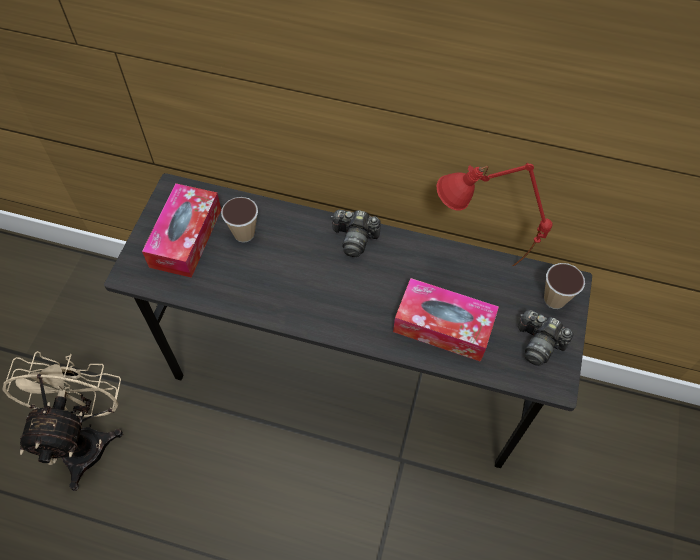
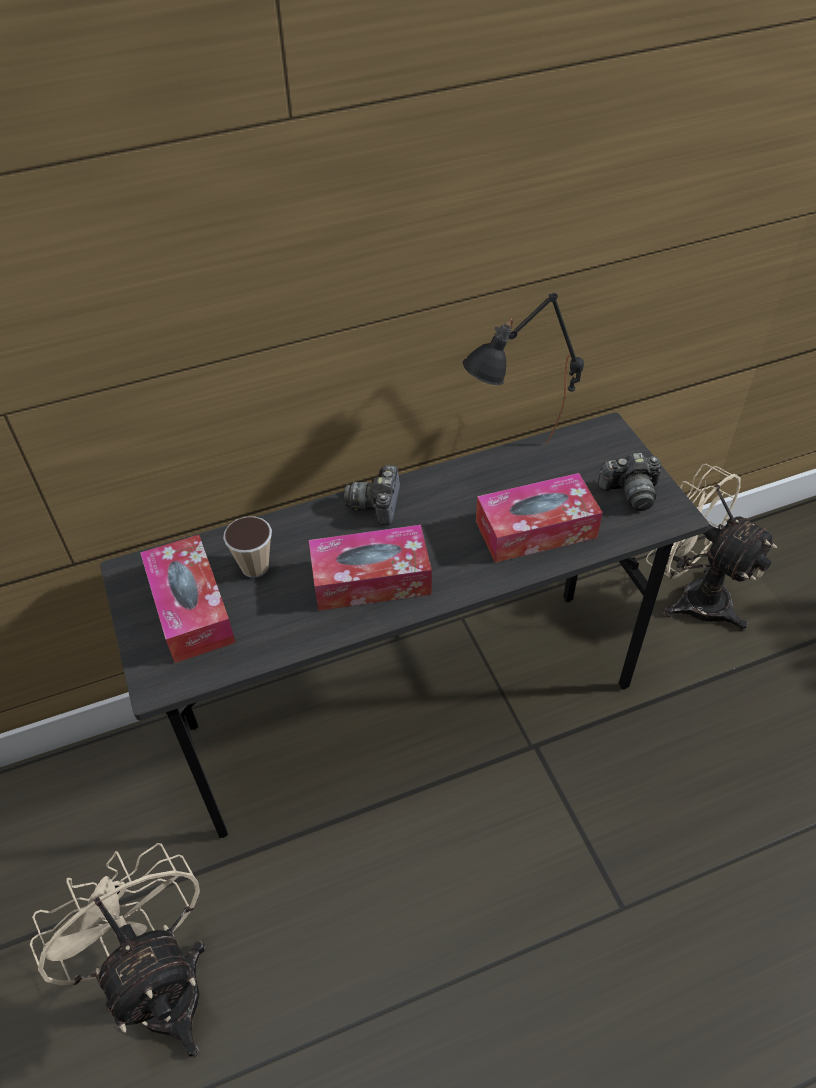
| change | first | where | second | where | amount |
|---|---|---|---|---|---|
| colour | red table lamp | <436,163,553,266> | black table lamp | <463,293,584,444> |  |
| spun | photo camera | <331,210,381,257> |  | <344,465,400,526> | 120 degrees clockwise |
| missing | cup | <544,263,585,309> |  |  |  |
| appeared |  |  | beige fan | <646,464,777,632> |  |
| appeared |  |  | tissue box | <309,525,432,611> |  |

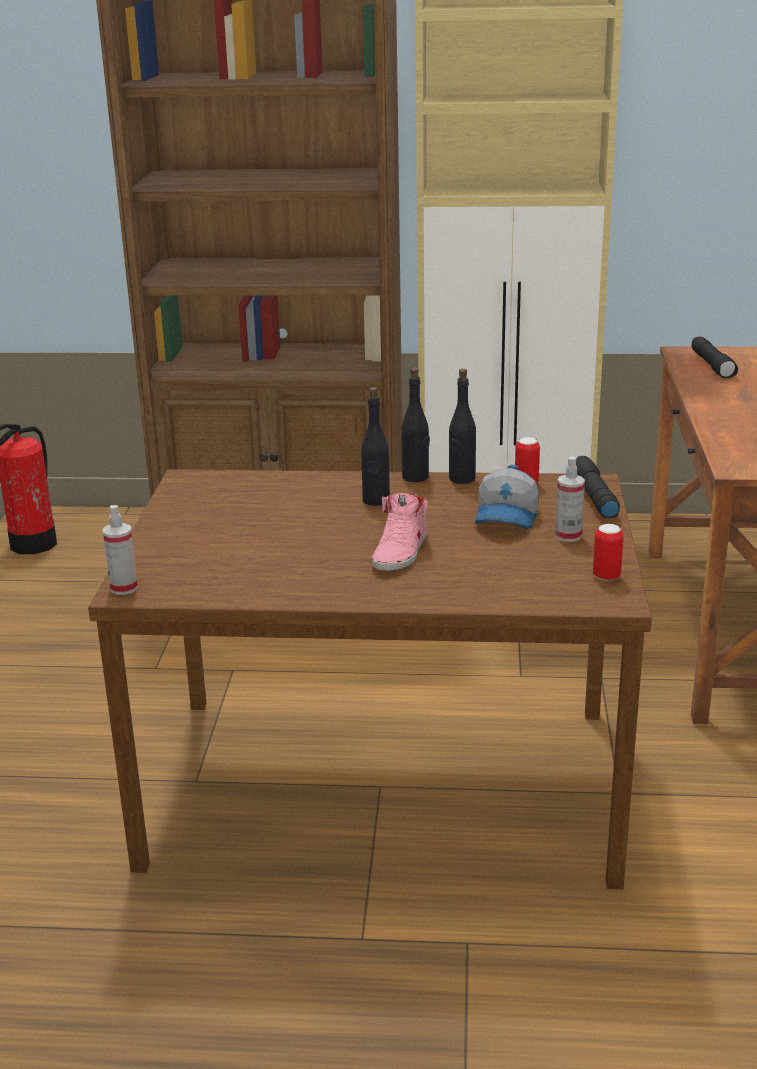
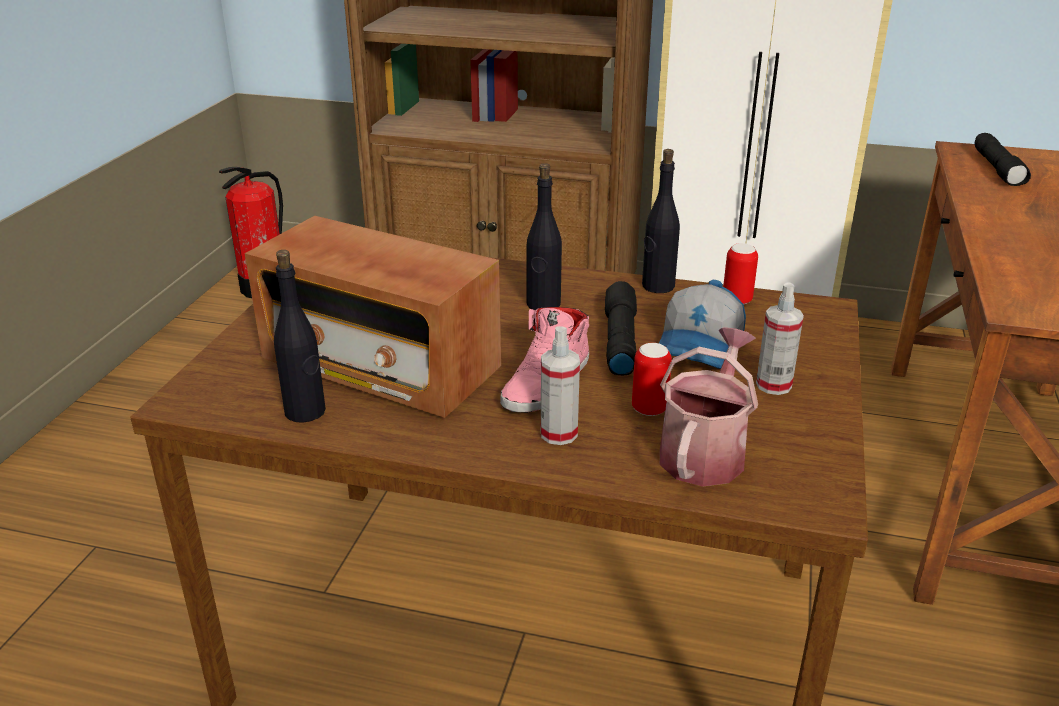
| change | first | where | second | where | amount |
|---|---|---|---|---|---|
| relocated | black bottle | <401,367,430,482> |  | <274,250,326,423> |  |
| relocated | black flashlight | <576,456,620,518> |  | <605,281,637,375> |  |
| relocated | spray bottle | <103,505,138,595> |  | <541,326,580,445> |  |
| relocated | can | <593,524,624,581> |  | <632,343,672,416> |  |
| appeared |  |  | radio | <245,216,501,418> |  |
| appeared |  |  | watering can | <660,327,758,487> |  |

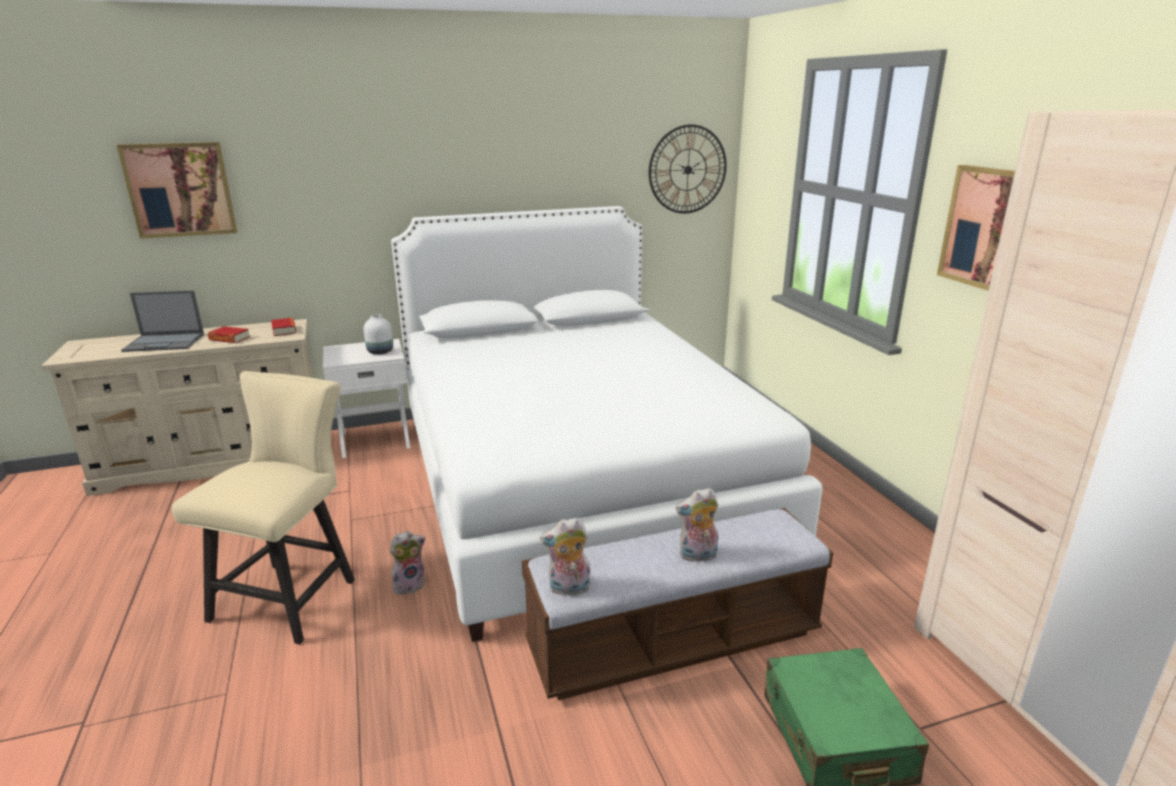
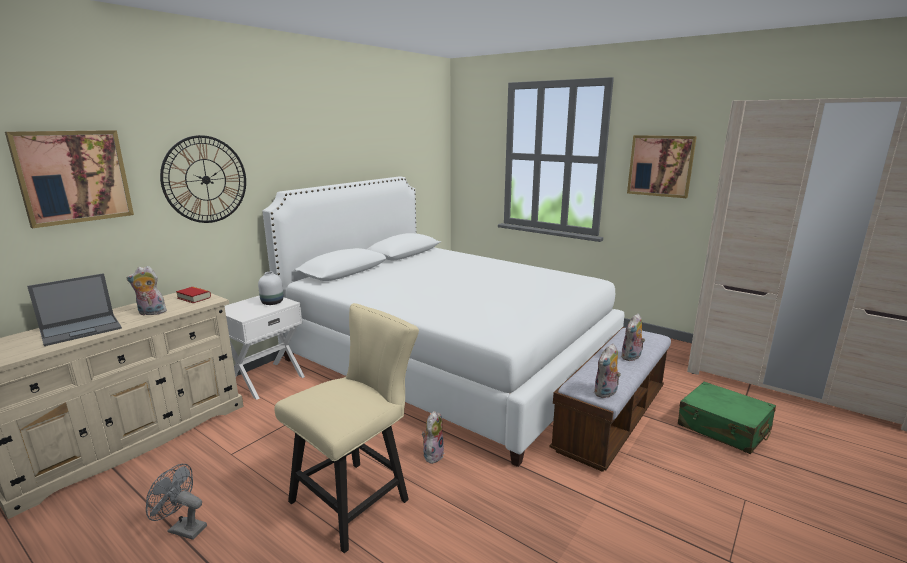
| change | first | where | second | where | amount |
|---|---|---|---|---|---|
| relocated | wall clock | <649,124,727,214> |  | <160,135,246,223> |  |
| exchanged | book | <208,326,250,343> | plush toy | <127,266,170,315> |  |
| spun | beige chair | <172,371,355,645> |  | <274,303,419,553> | 60 degrees clockwise |
| appeared |  |  | grey fan | <146,464,207,540> |  |

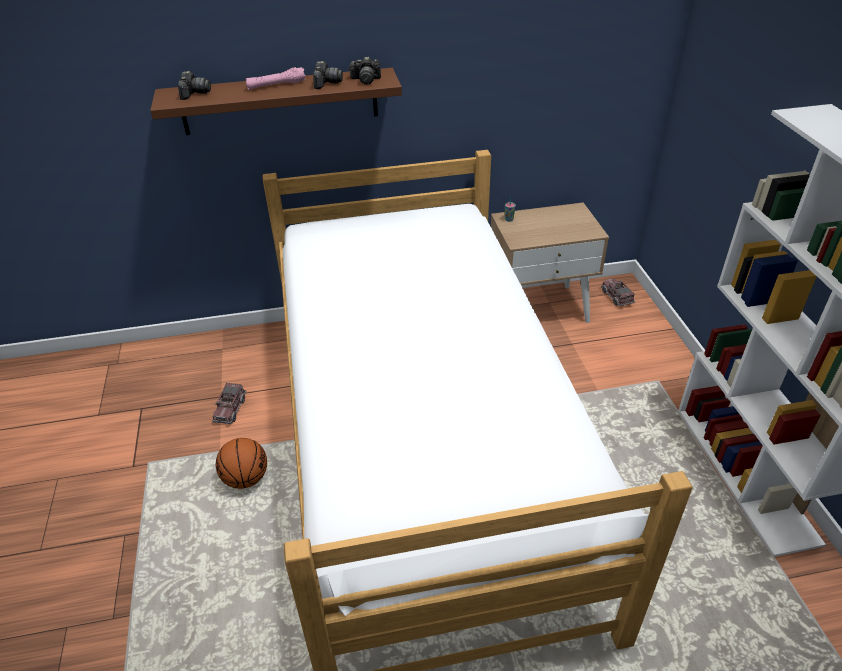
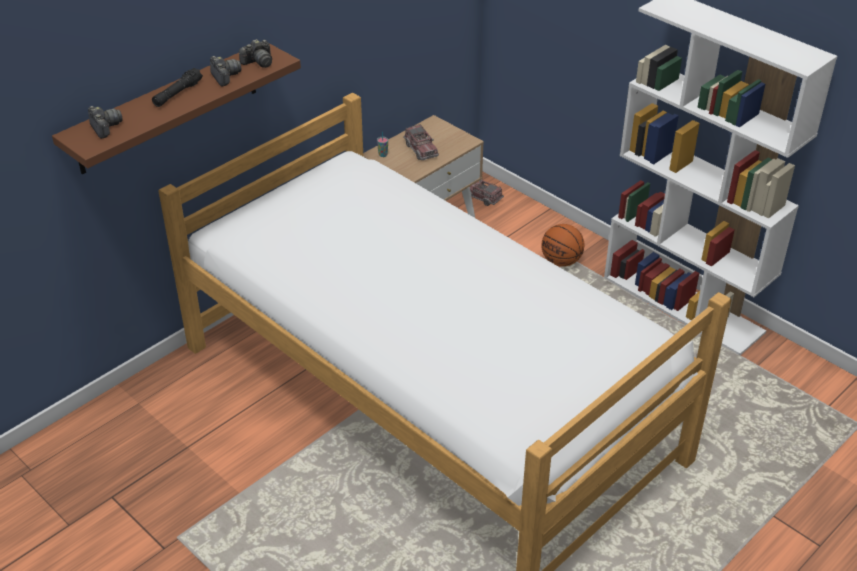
| change | first | where | second | where | amount |
|---|---|---|---|---|---|
| colour | pink flashlight | <245,67,306,90> | black flashlight | <152,68,203,107> |  |
| relocated | toy truck | <212,383,247,424> |  | <403,124,439,160> |  |
| relocated | basketball | <216,438,267,489> |  | <541,224,584,267> |  |

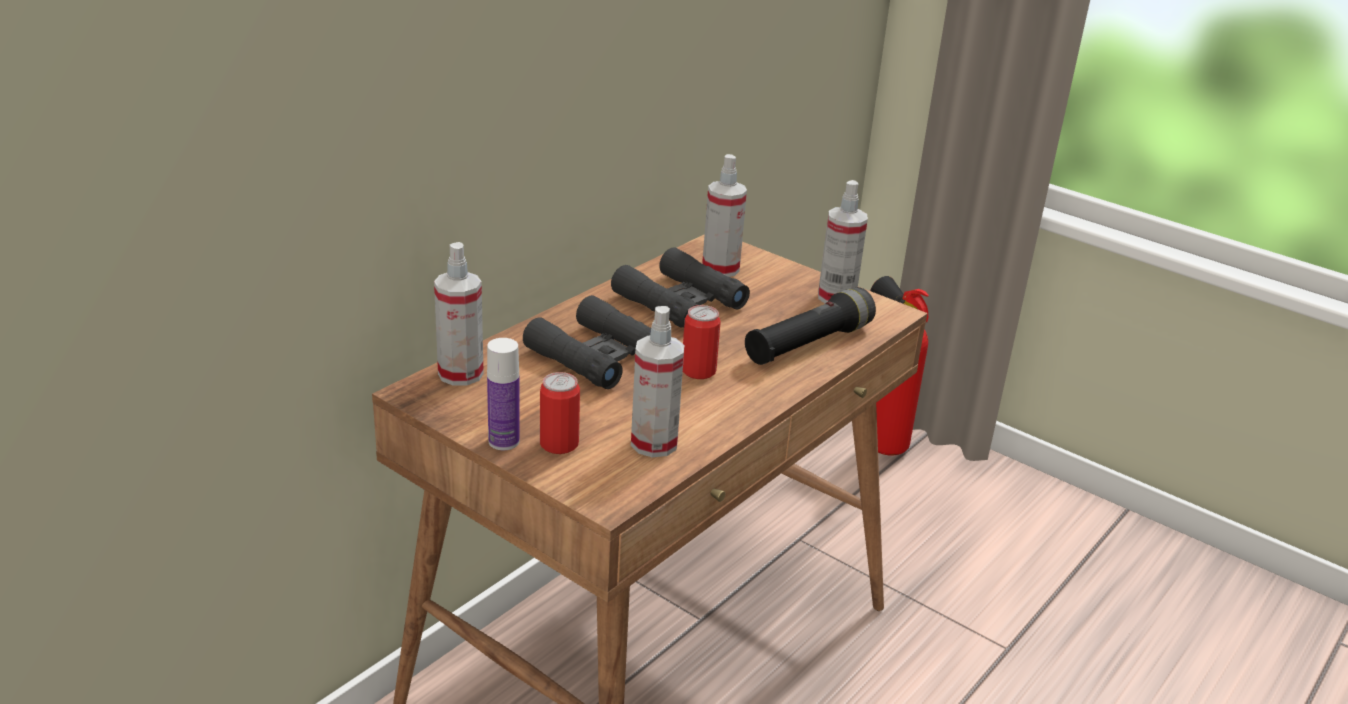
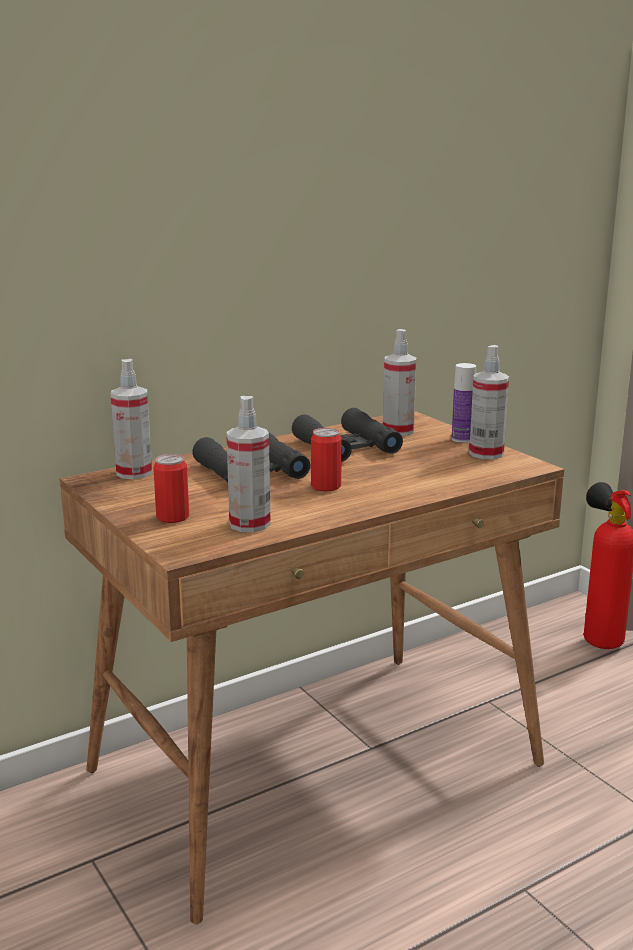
| change | first | where | second | where | amount |
|---|---|---|---|---|---|
| missing | black flashlight | <745,287,876,365> |  |  |  |
| relocated | bottle | <487,338,520,450> |  | <452,363,476,443> |  |

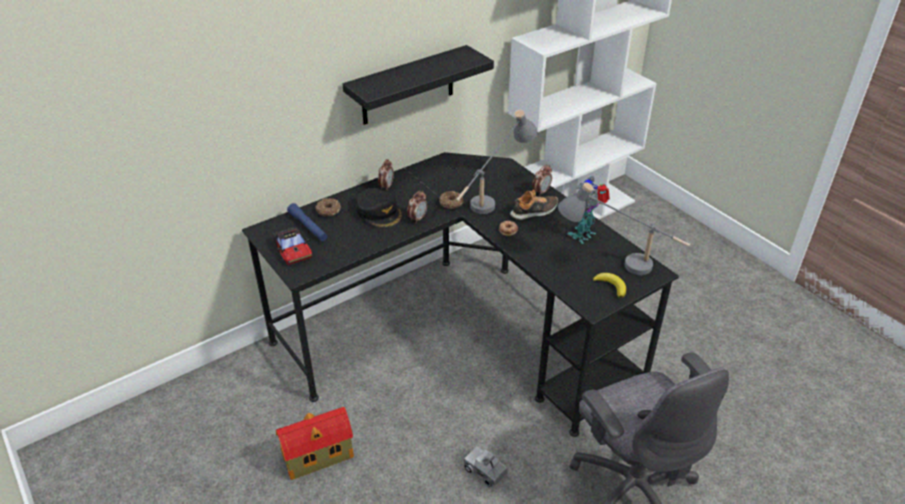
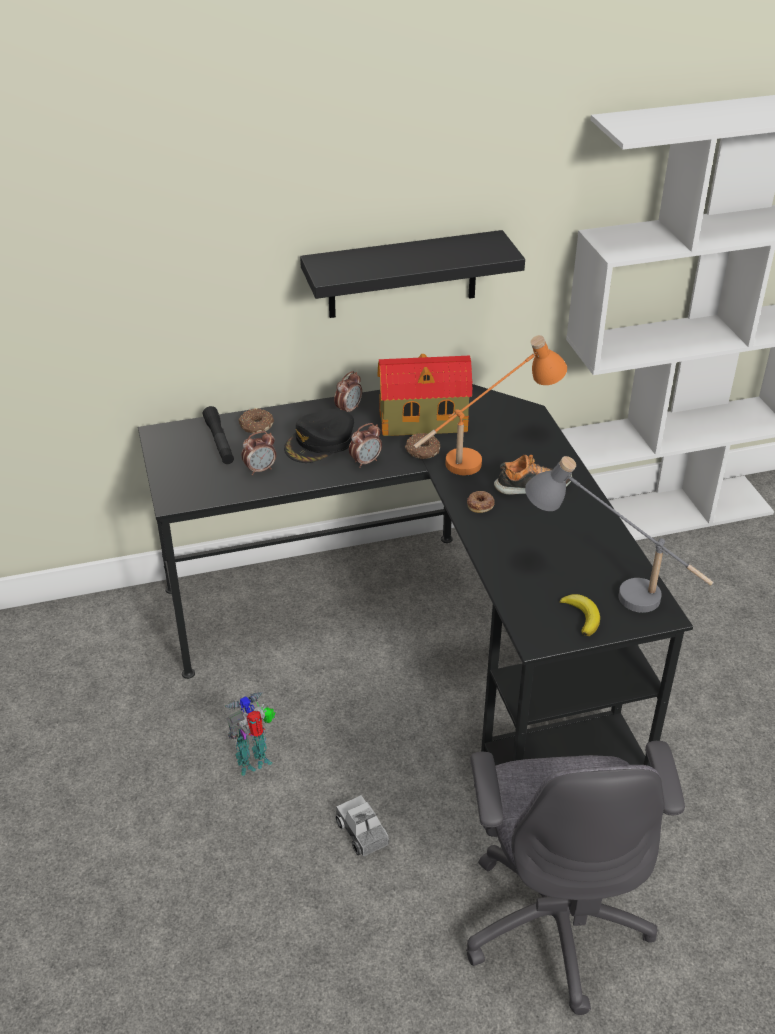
| change | first | where | second | where | amount |
|---|---|---|---|---|---|
| colour | grey table lamp | <456,109,537,214> | orange table lamp | <413,335,567,475> |  |
| relocated | alarm clock | <532,165,552,196> |  | <241,431,276,475> |  |
| relocated | toy robot | <567,176,610,244> |  | <225,692,276,776> |  |
| spun | black cap | <356,188,403,229> |  | <284,409,354,463> | 60 degrees clockwise |
| colour | blue flashlight | <287,203,327,241> | black flashlight | <203,406,234,464> |  |
| missing | toy car | <273,227,312,265> |  |  |  |
| relocated | toy house | <276,407,354,480> |  | <378,354,472,436> |  |

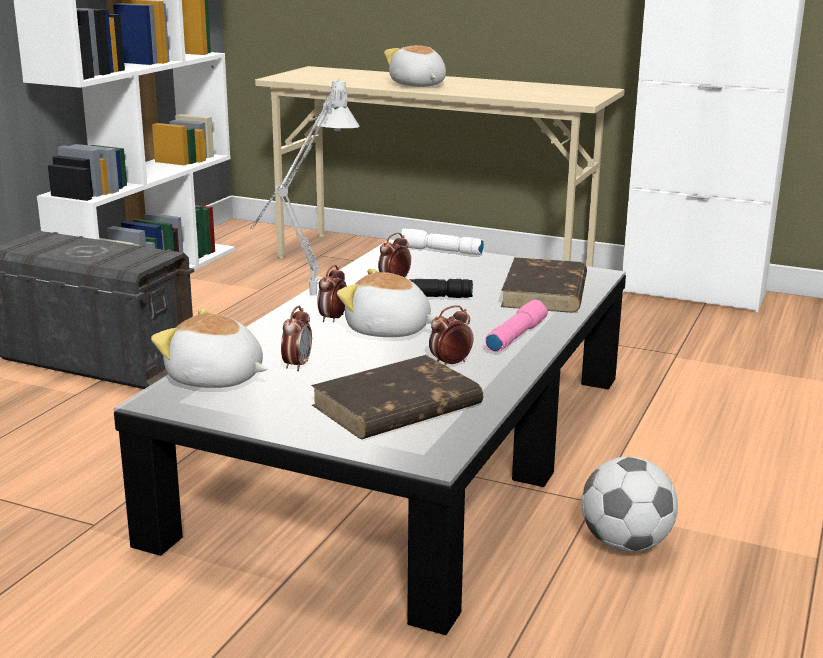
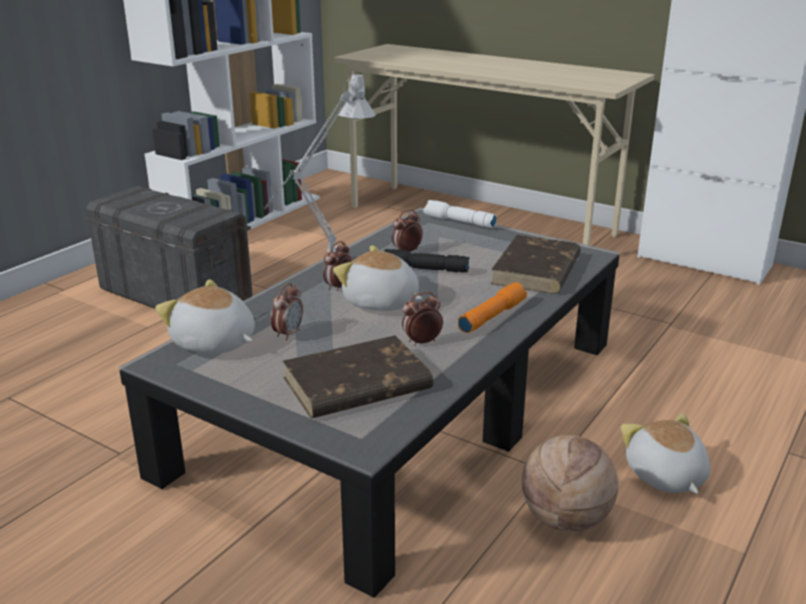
| change | first | where | second | where | amount |
|---|---|---|---|---|---|
| relocated | plush toy | <384,45,446,87> |  | <621,413,710,494> |  |
| colour | pink flashlight | <485,300,548,352> | orange flashlight | <458,282,527,333> |  |
| exchanged | football | <581,456,678,552> | basketball | <522,435,618,532> |  |

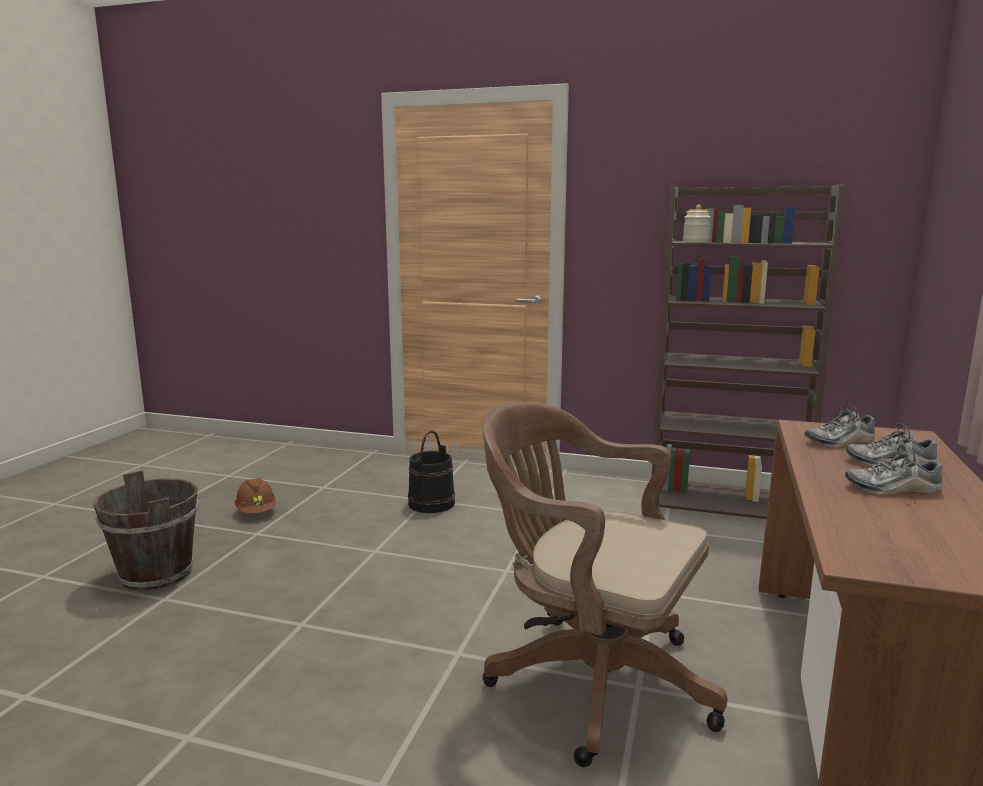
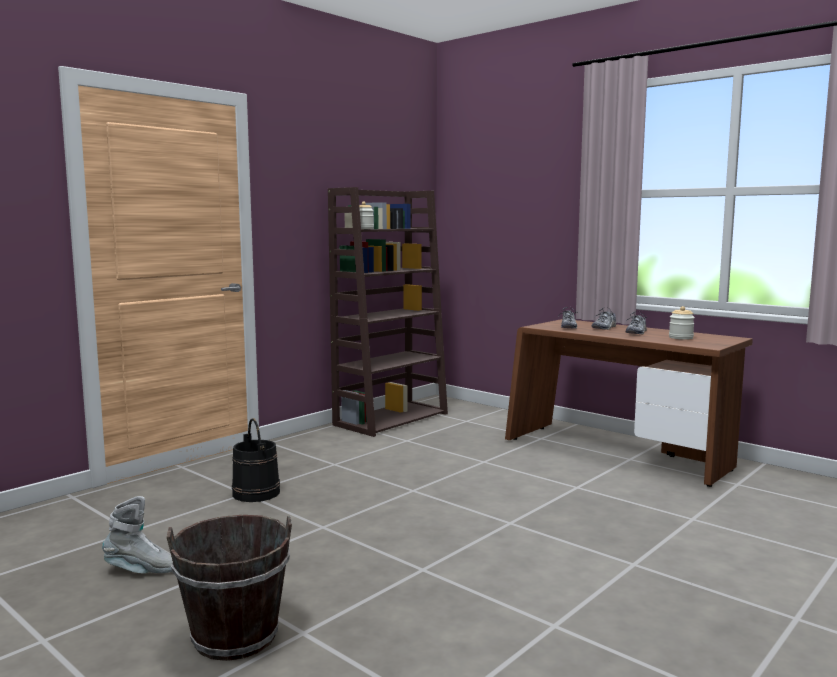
| change | first | where | second | where | amount |
|---|---|---|---|---|---|
| missing | brown office chair | <482,402,727,767> |  |  |  |
| exchanged | brown hard hat | <235,478,276,514> | grey boot | <102,496,172,573> |  |
| appeared |  |  | jar | <669,306,695,340> |  |

